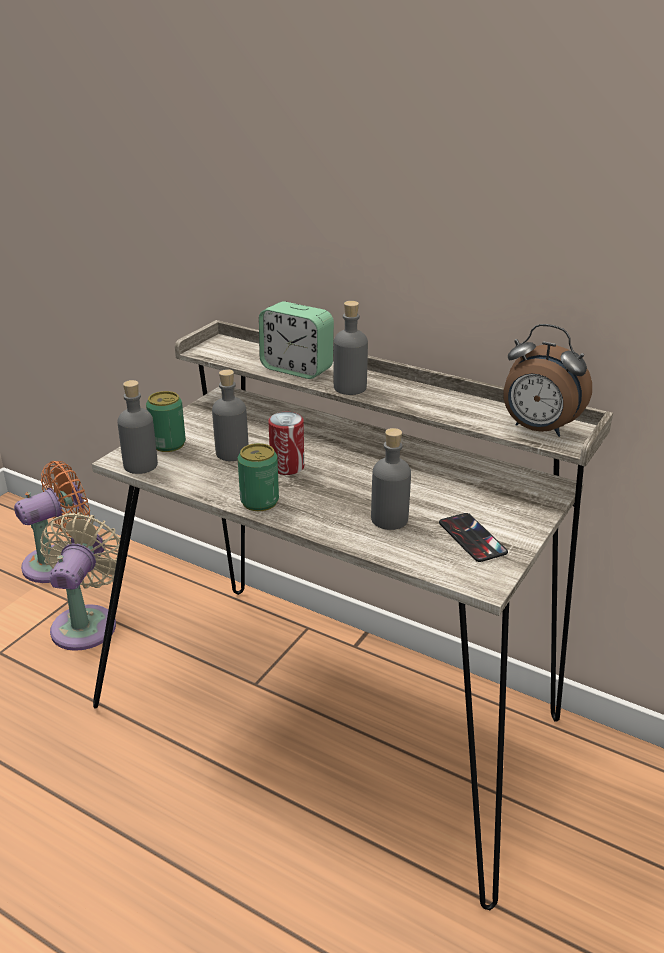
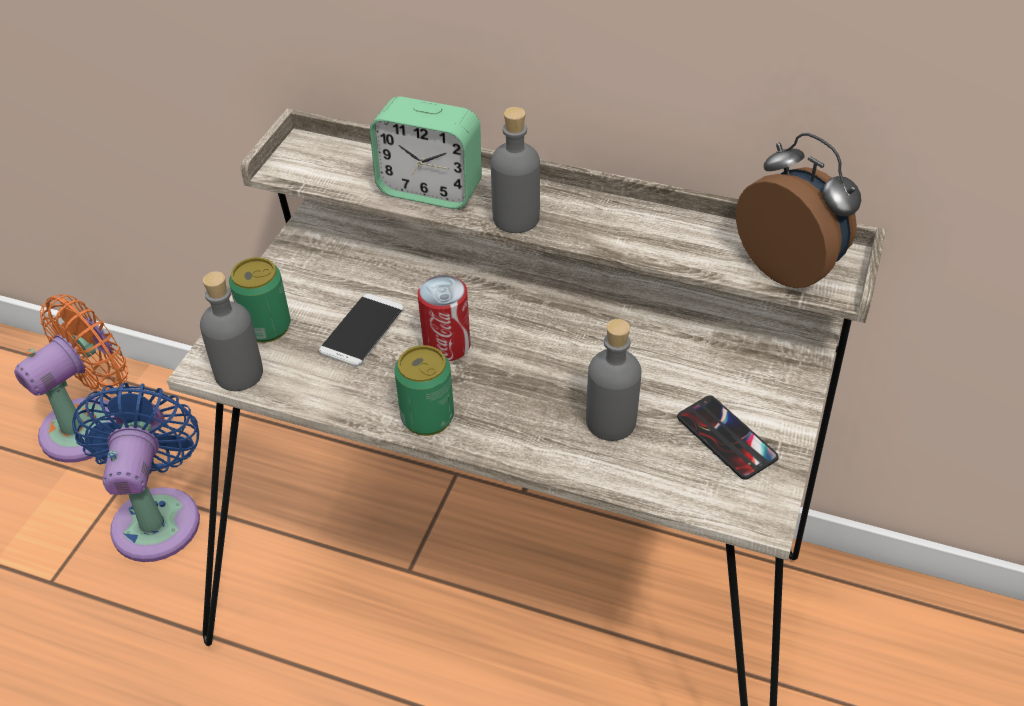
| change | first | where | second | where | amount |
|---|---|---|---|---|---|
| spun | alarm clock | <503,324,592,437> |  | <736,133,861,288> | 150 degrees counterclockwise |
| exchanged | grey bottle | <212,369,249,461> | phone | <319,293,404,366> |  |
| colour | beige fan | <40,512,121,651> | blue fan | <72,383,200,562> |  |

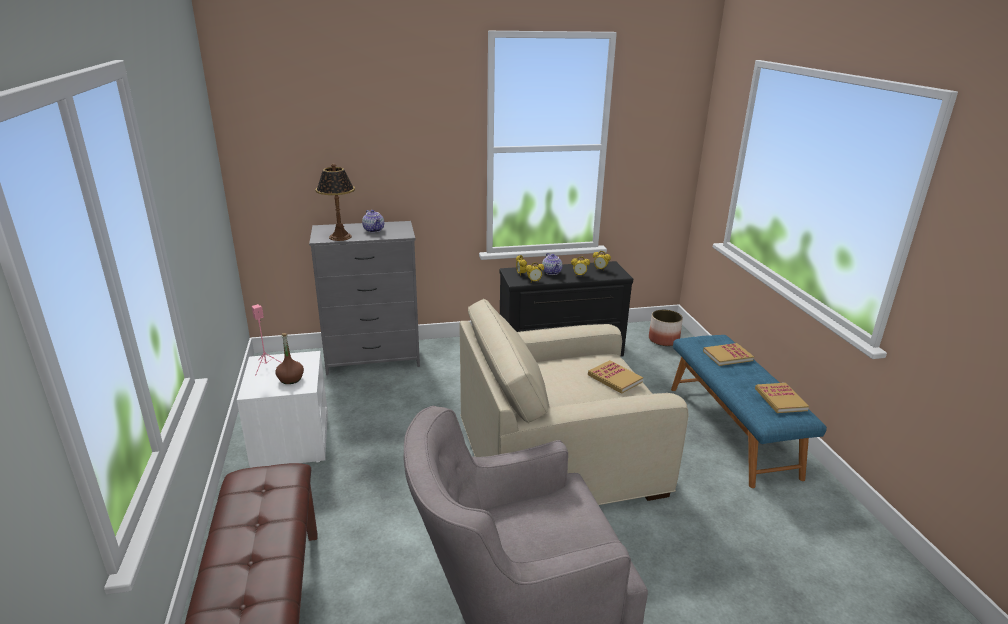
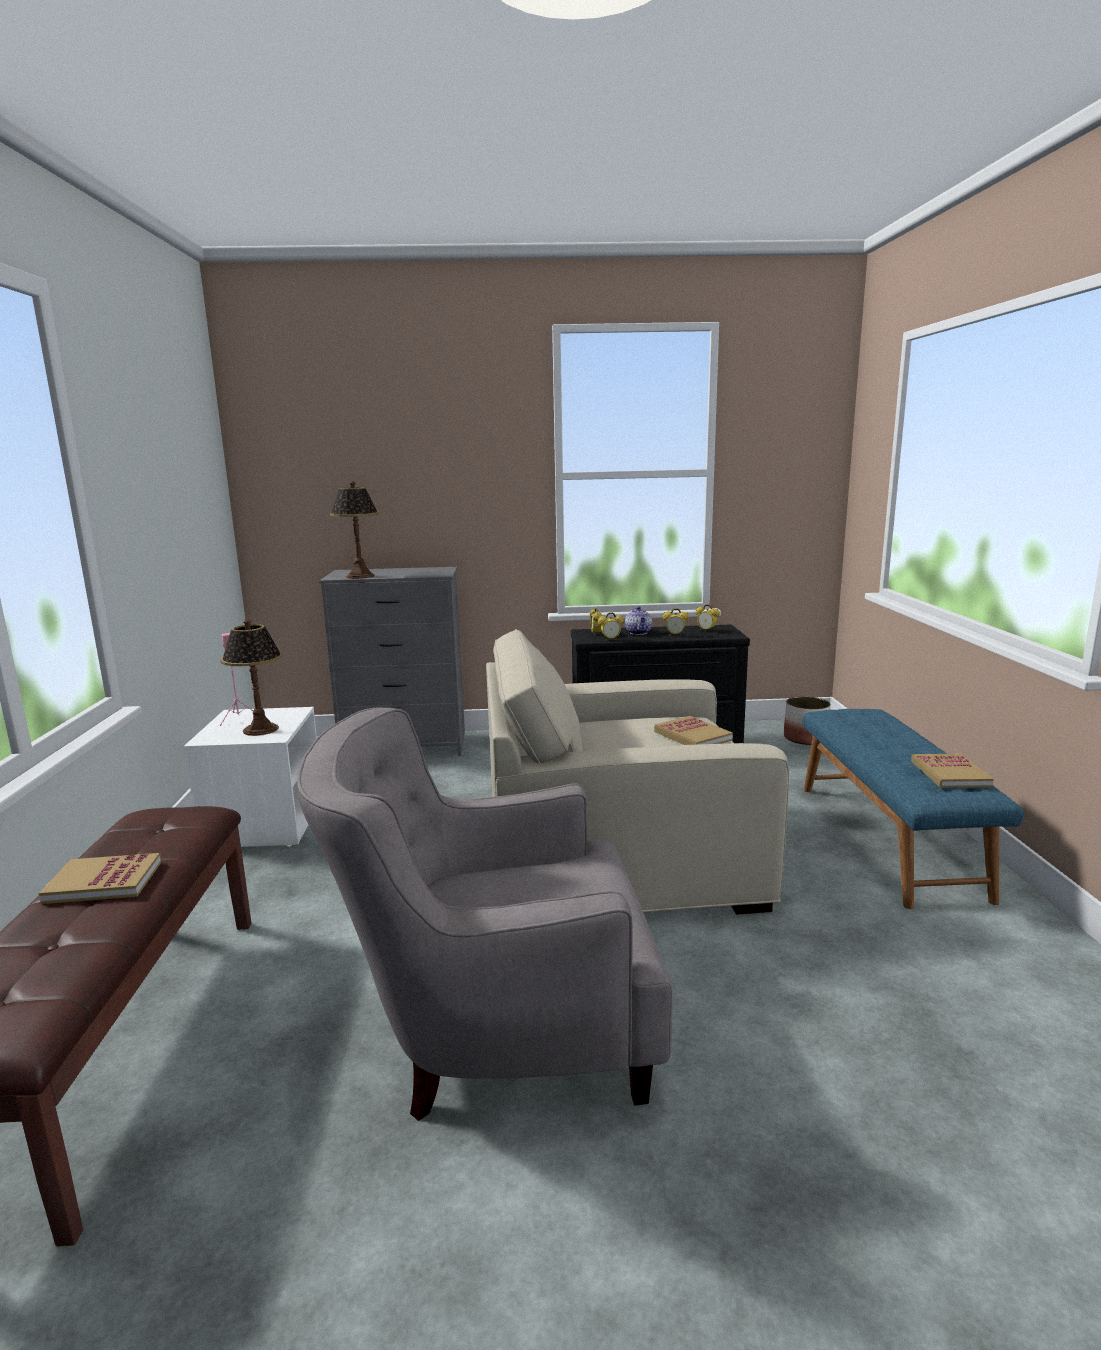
| change | first | where | second | where | amount |
|---|---|---|---|---|---|
| missing | teapot | <362,210,384,233> |  |  |  |
| exchanged | brown bottle | <275,333,304,384> | table lamp | <220,619,283,736> |  |
| relocated | book | <703,343,754,366> |  | <39,853,162,904> |  |

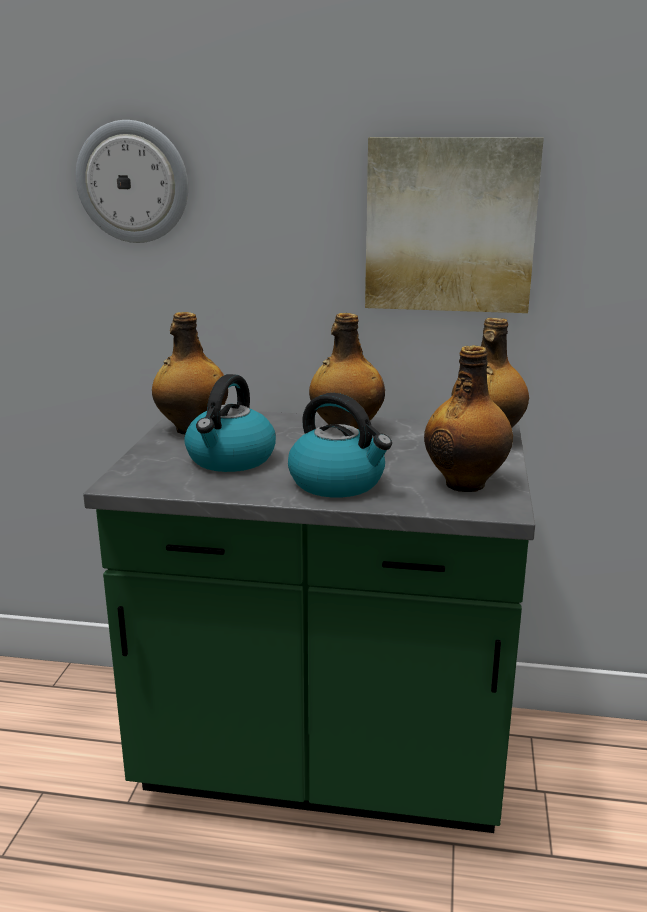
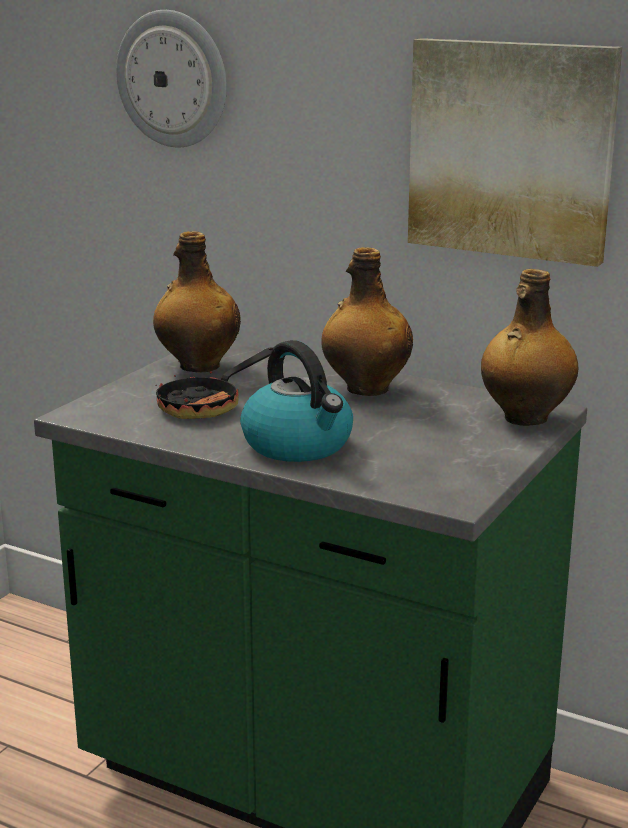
| change | first | where | second | where | amount |
|---|---|---|---|---|---|
| missing | bottle | <424,345,513,492> |  |  |  |
| exchanged | kettle | <184,374,276,472> | frying pan | <155,348,273,419> |  |

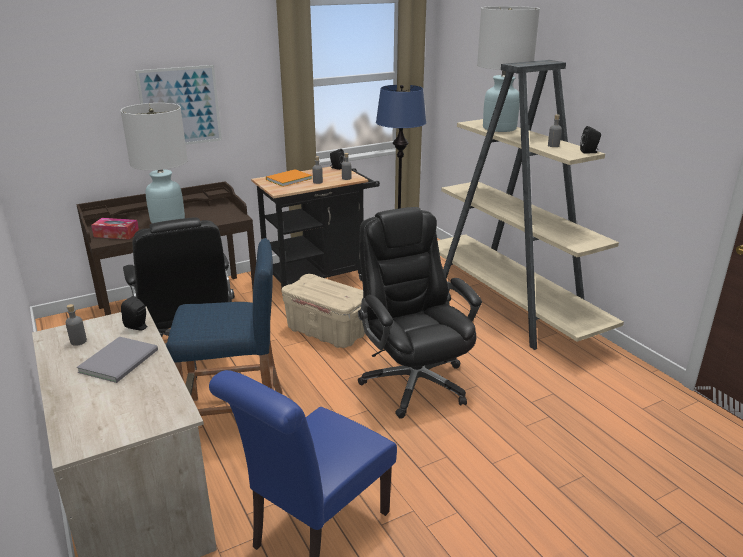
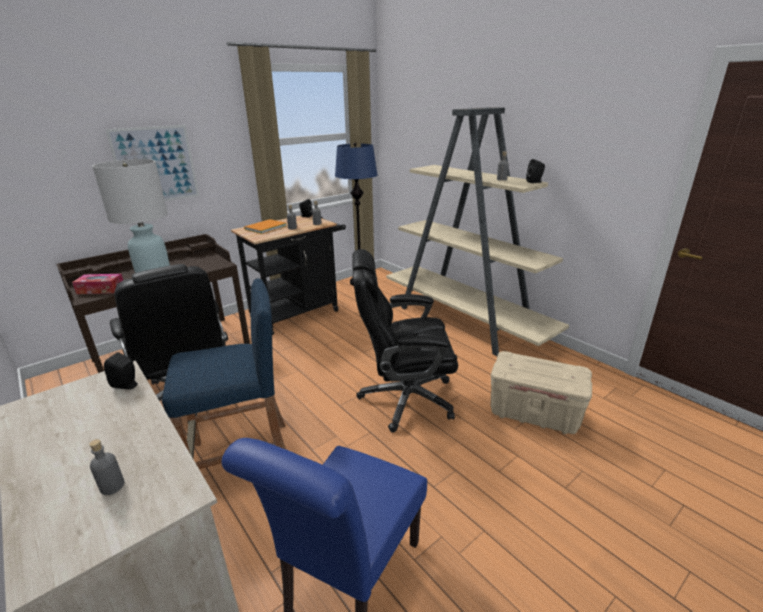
| change | first | where | second | where | amount |
|---|---|---|---|---|---|
| missing | white table lamp | <477,6,540,132> |  |  |  |
| spun | black office chair | <358,207,482,419> |  | <352,249,458,432> | 60 degrees counterclockwise |
| relocated | beige storage box | <282,274,365,348> |  | <491,351,592,434> |  |
| relocated | grey bottle | <66,304,87,346> |  | <89,439,124,495> |  |
| missing | grey book | <76,337,158,383> |  |  |  |

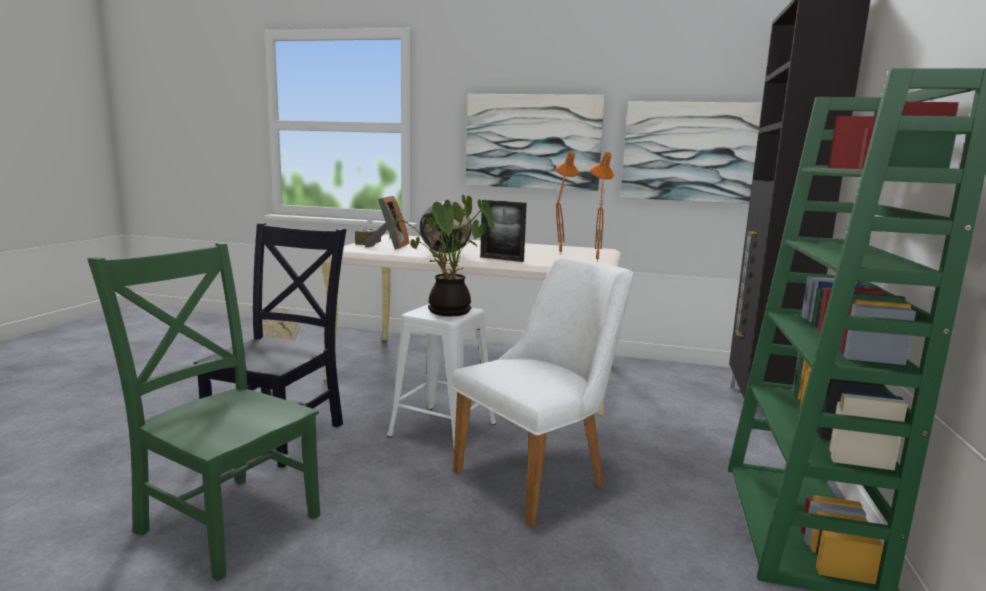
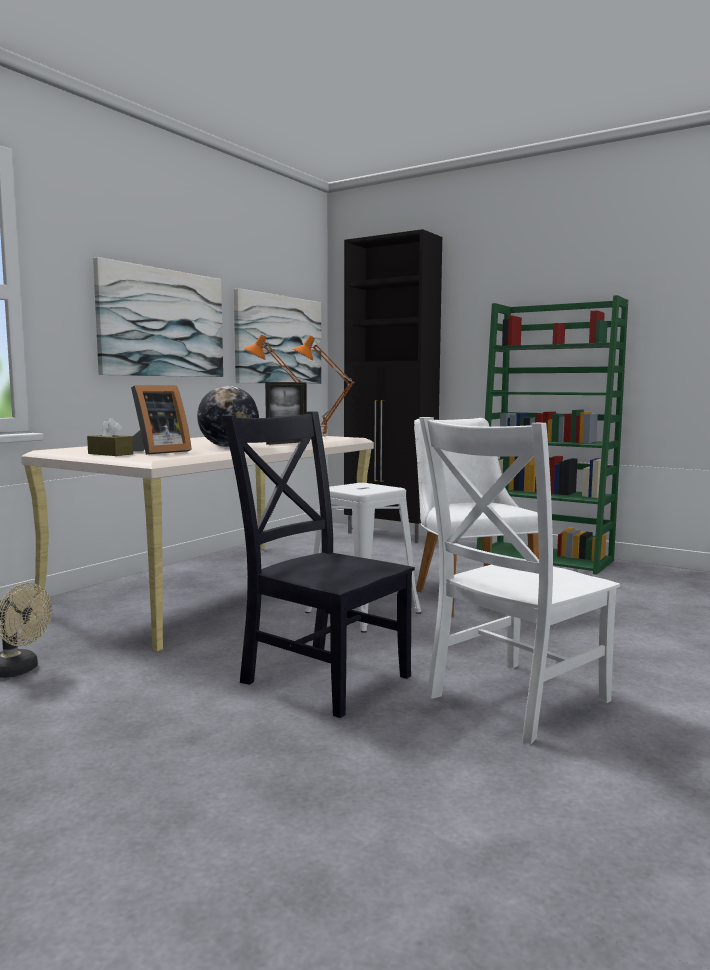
| change | first | where | second | where | amount |
|---|---|---|---|---|---|
| missing | potted plant | <389,195,495,316> |  |  |  |
| spun | picture frame | <365,196,409,250> |  | <131,385,192,455> | 105 degrees clockwise |
| colour | green chair | <87,243,320,581> | white chair | <419,417,620,744> |  |

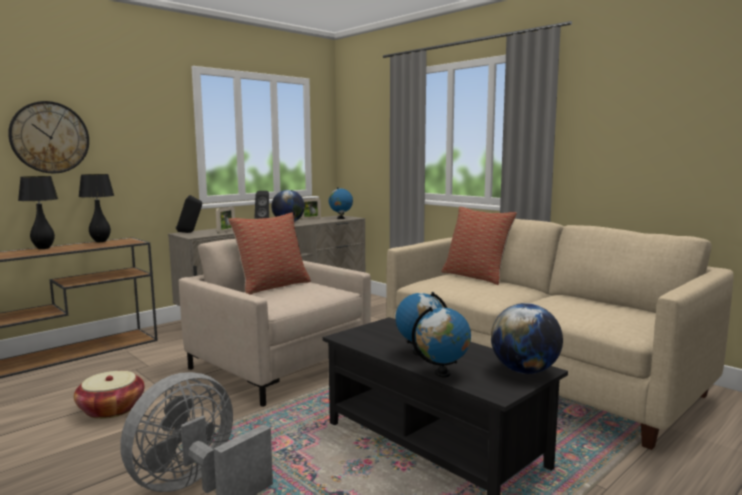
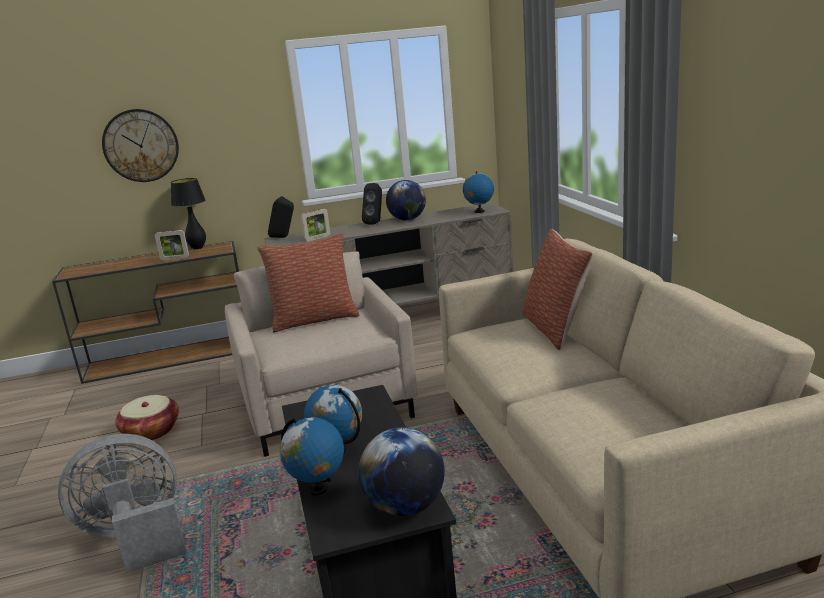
| change | first | where | second | where | amount |
|---|---|---|---|---|---|
| missing | black table lamp | <18,176,58,249> |  |  |  |
| relocated | picture frame | <301,198,321,220> |  | <155,230,189,261> |  |

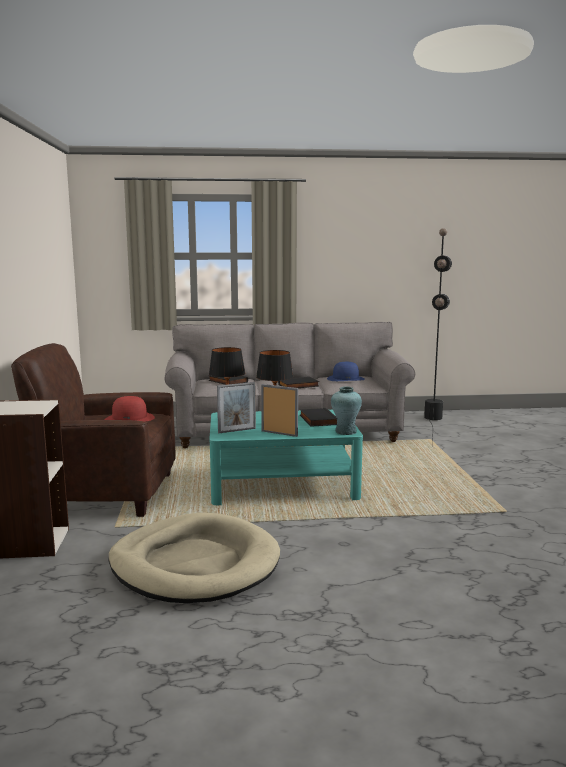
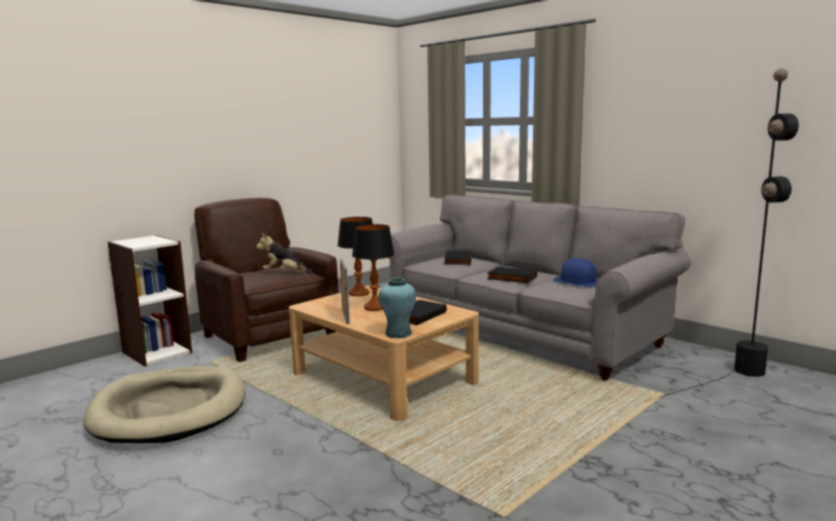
| change | first | where | second | where | amount |
|---|---|---|---|---|---|
| missing | picture frame | <217,382,256,433> |  |  |  |
| exchanged | red hat | <105,396,155,422> | plush toy | <256,233,313,274> |  |
| colour | turquoise coffee table | <209,410,363,505> | beige coffee table | <289,286,479,421> |  |

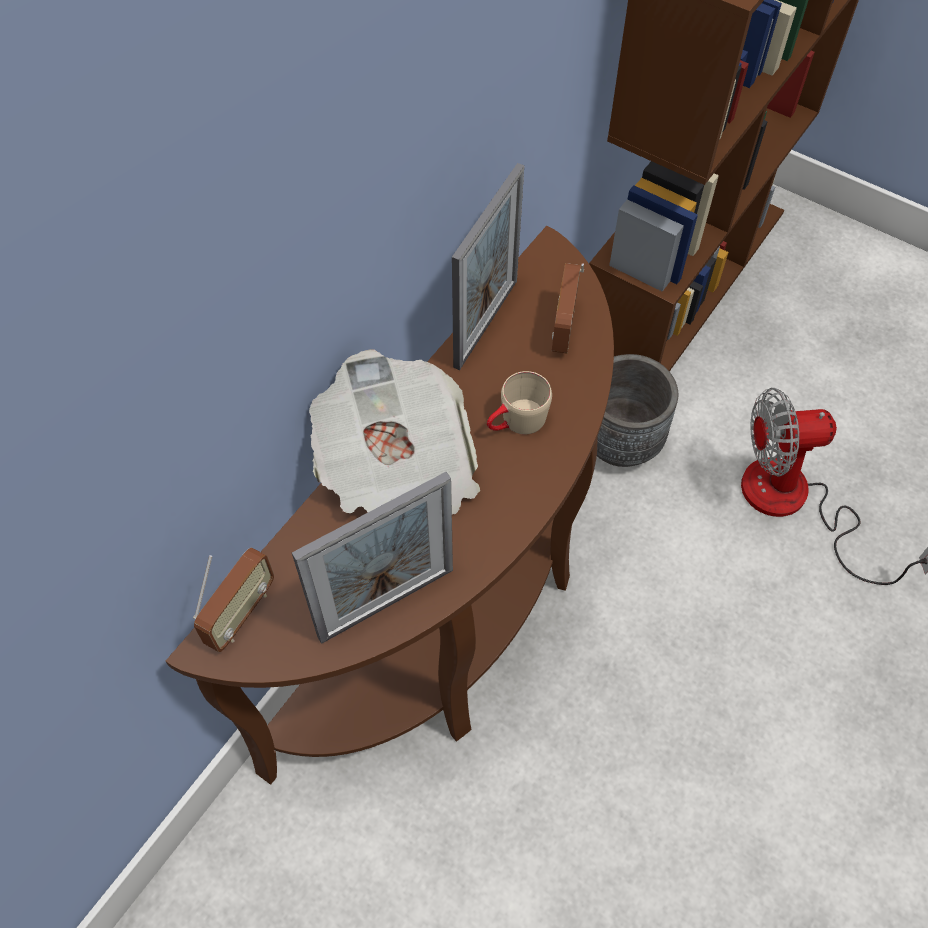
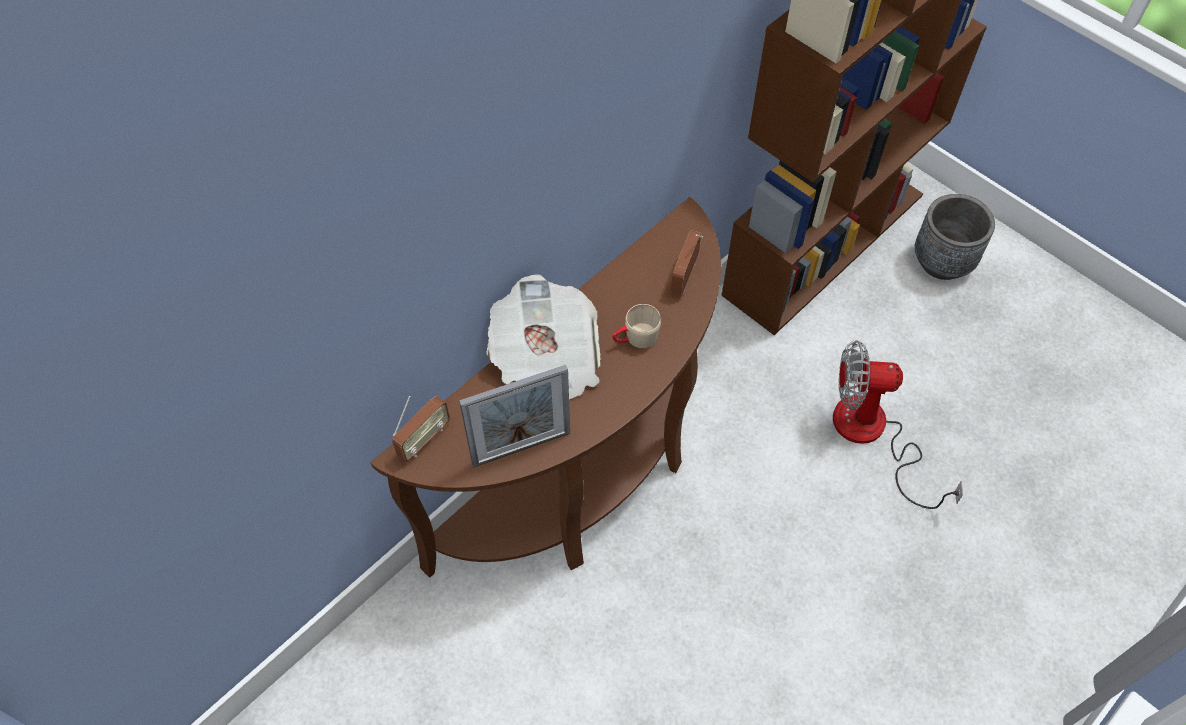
| change | first | where | second | where | amount |
|---|---|---|---|---|---|
| missing | picture frame | <452,163,524,370> |  |  |  |
| relocated | grey planter | <597,354,678,467> |  | <915,194,995,280> |  |

